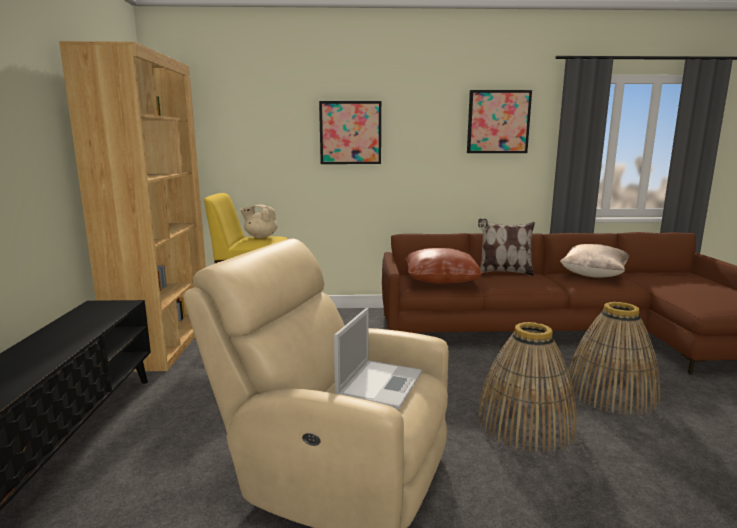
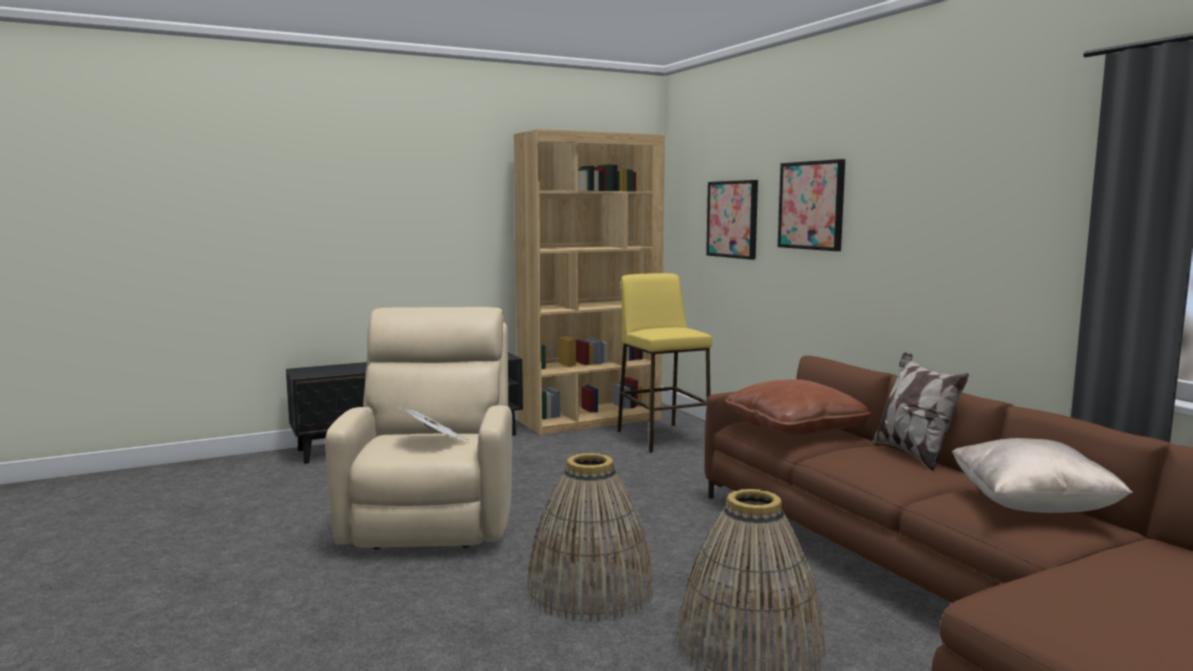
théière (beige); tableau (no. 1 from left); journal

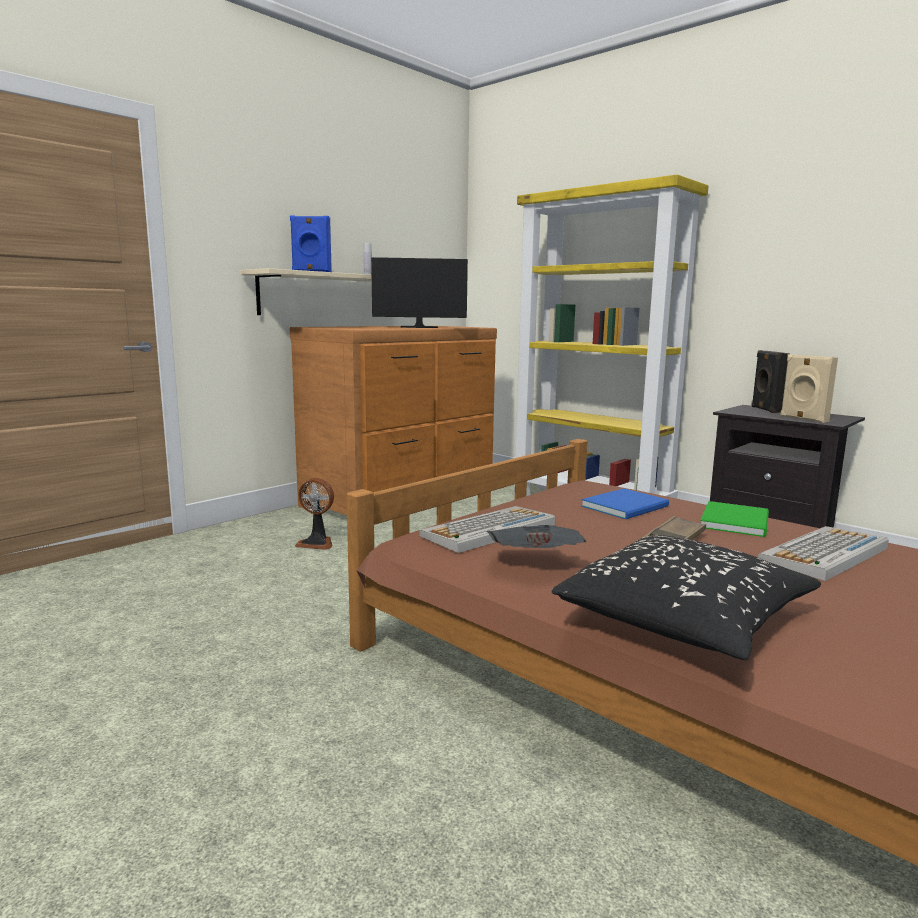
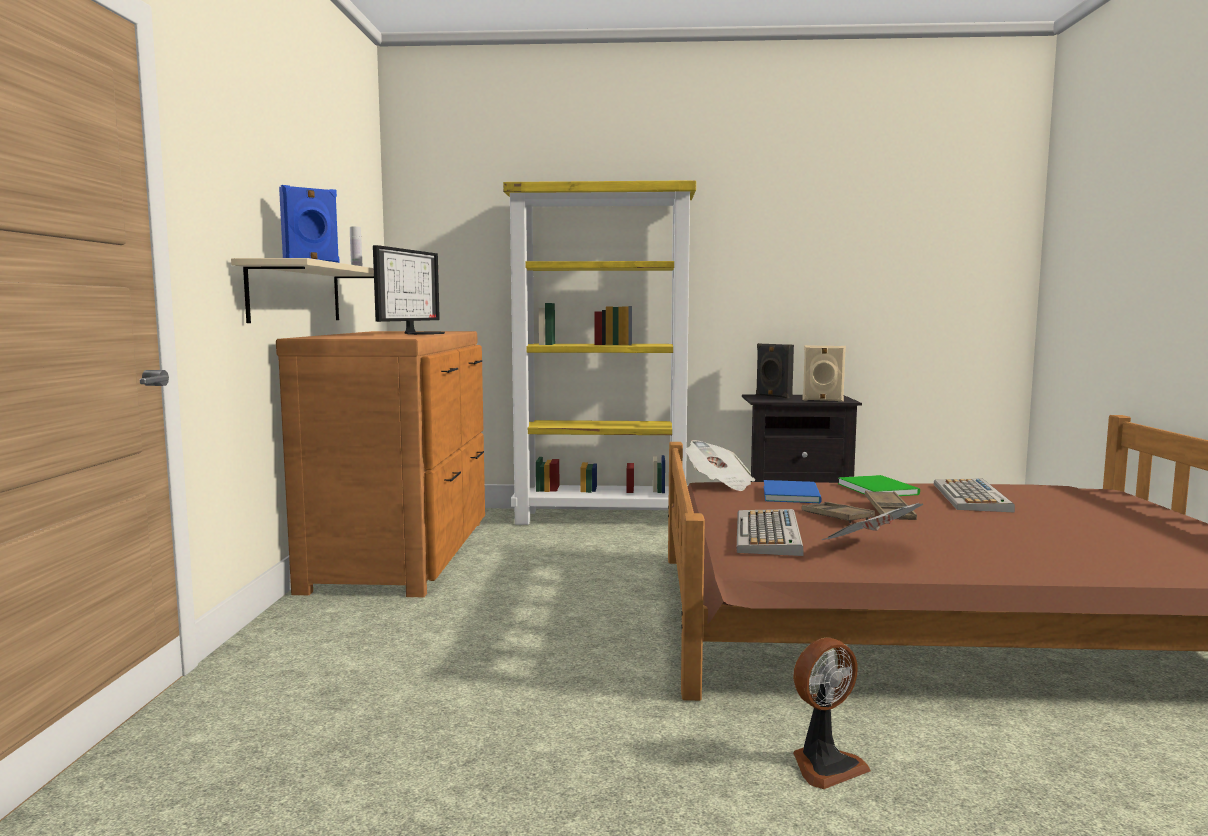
coussin (noir); journal (no. 1 from left); plateau (marron) (no. 1 from left); ventilateur; écran d'ordinateur

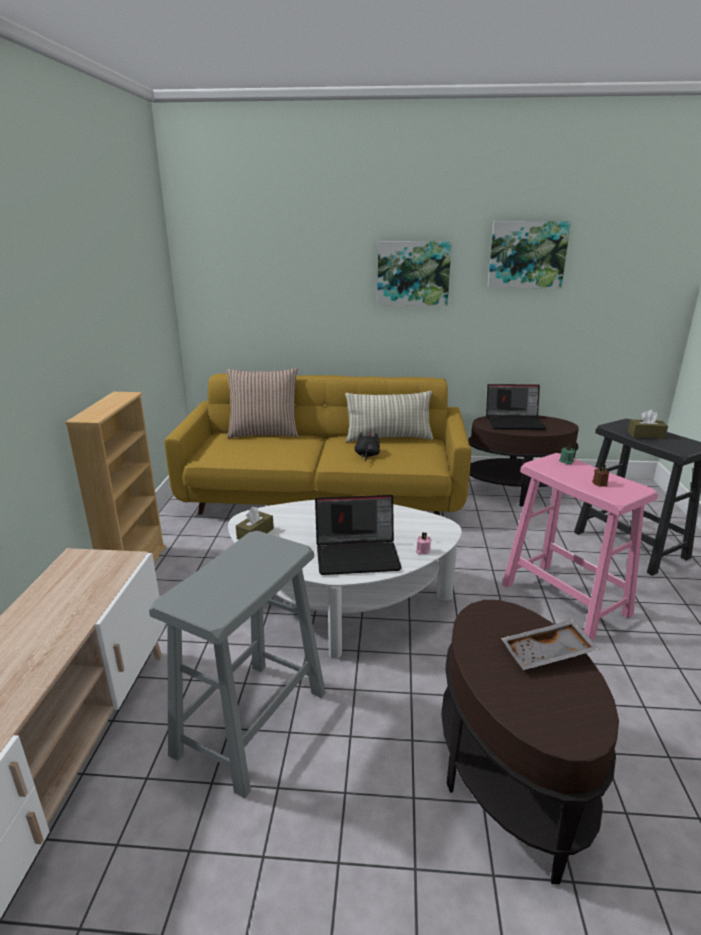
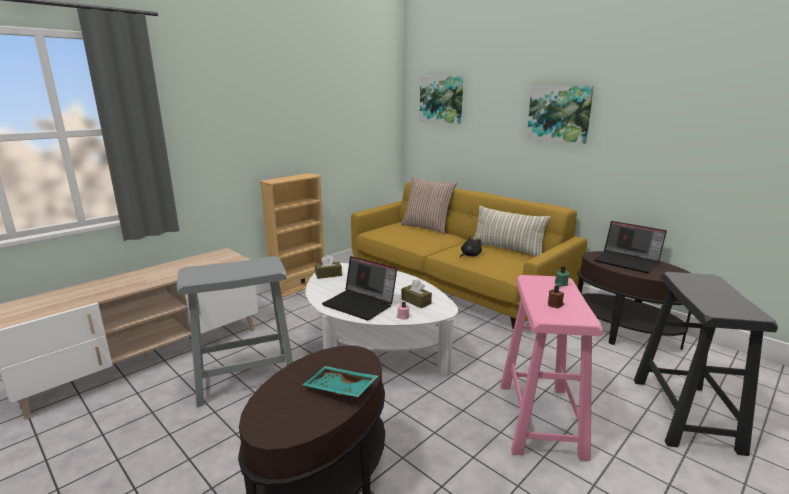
tableau (no. 1 from left); boîte à mouchoirs (marron) (no. 2 from left); plateau (turquoise)

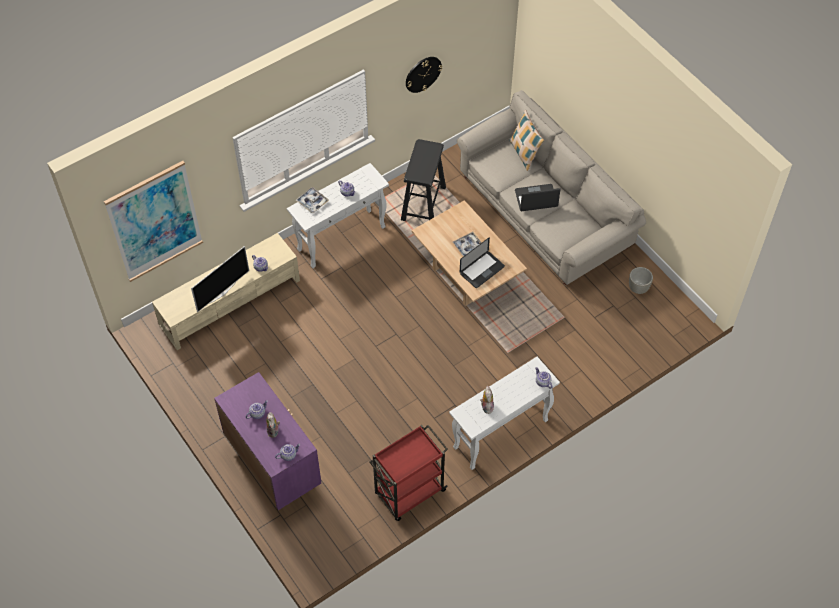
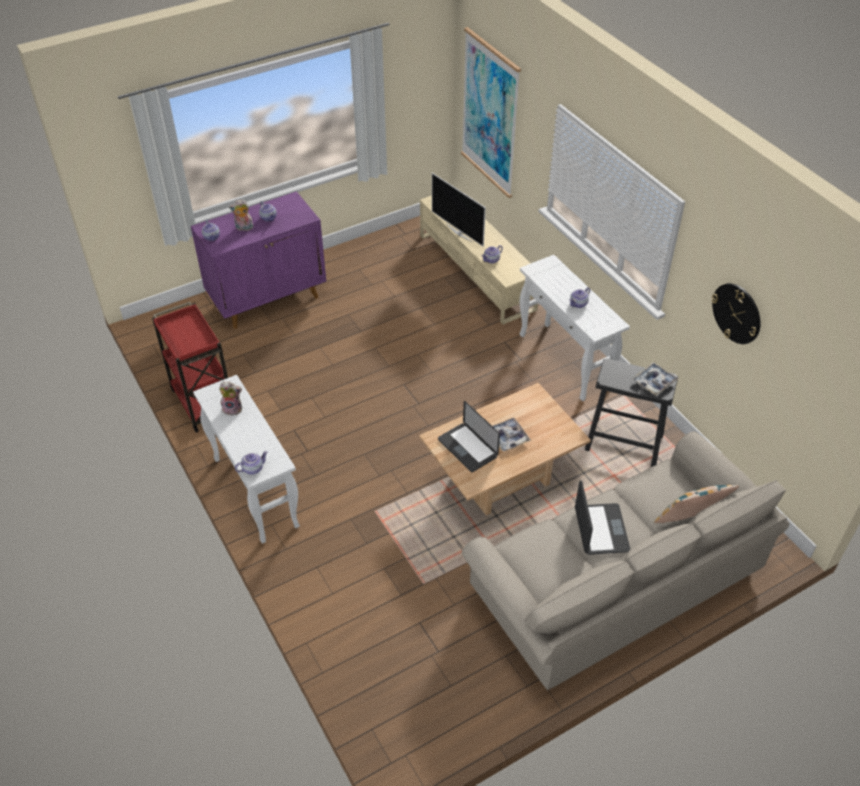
cache-pot (gris); plateau (no. 2 from left)

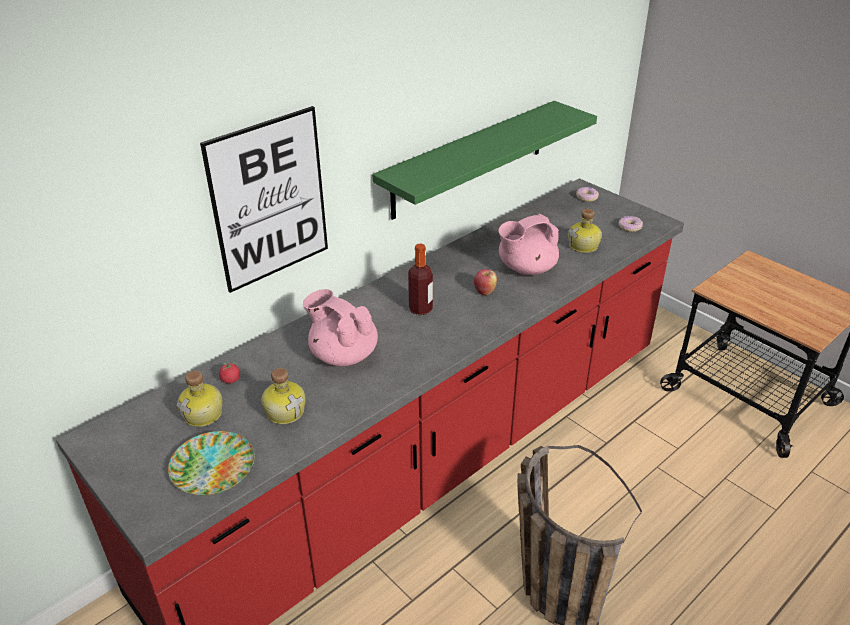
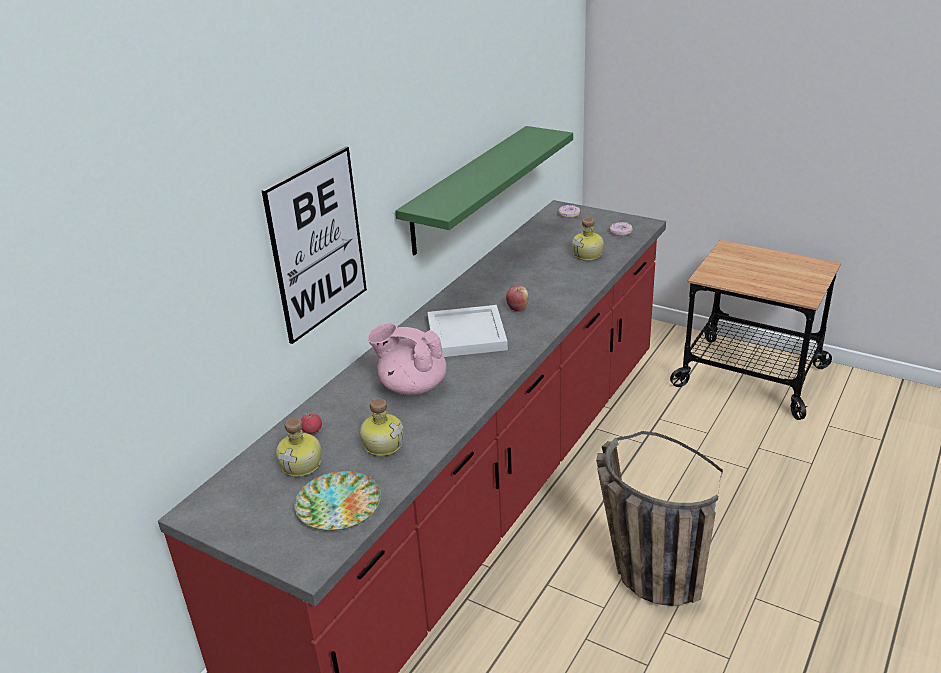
théière (rose) (no. 2 from left in the first image); plateau (blanc)

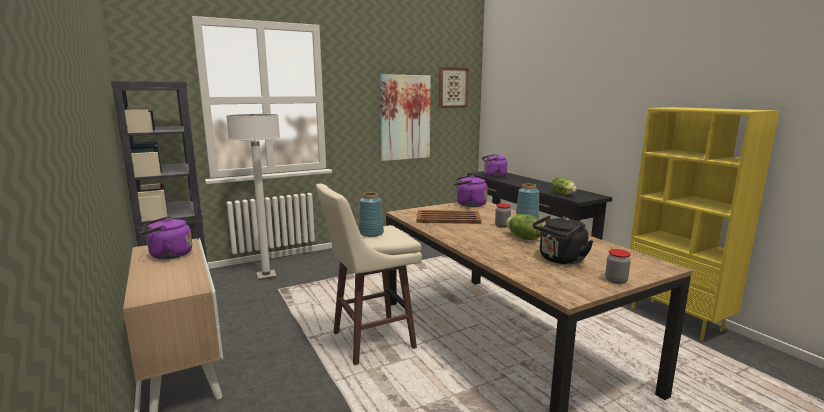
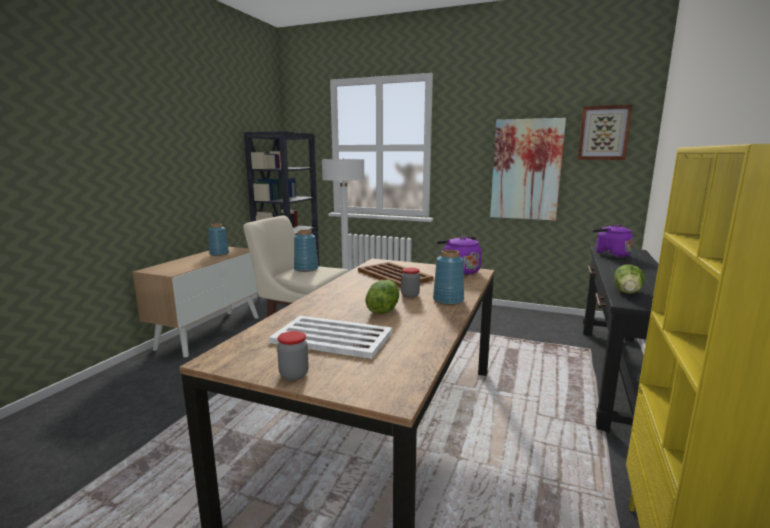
vase (bleu) (no. 1 from left); plateau (blanc)

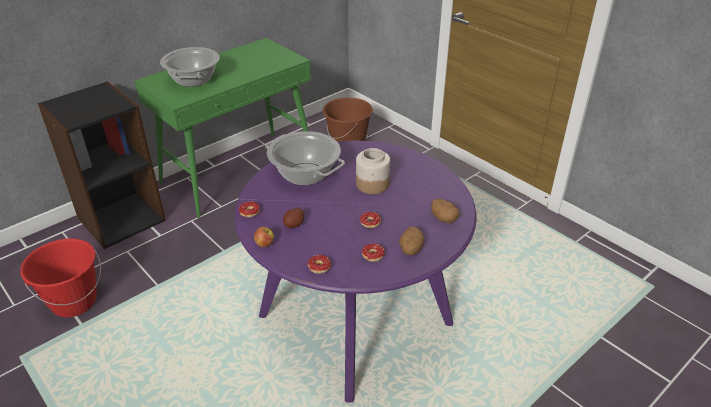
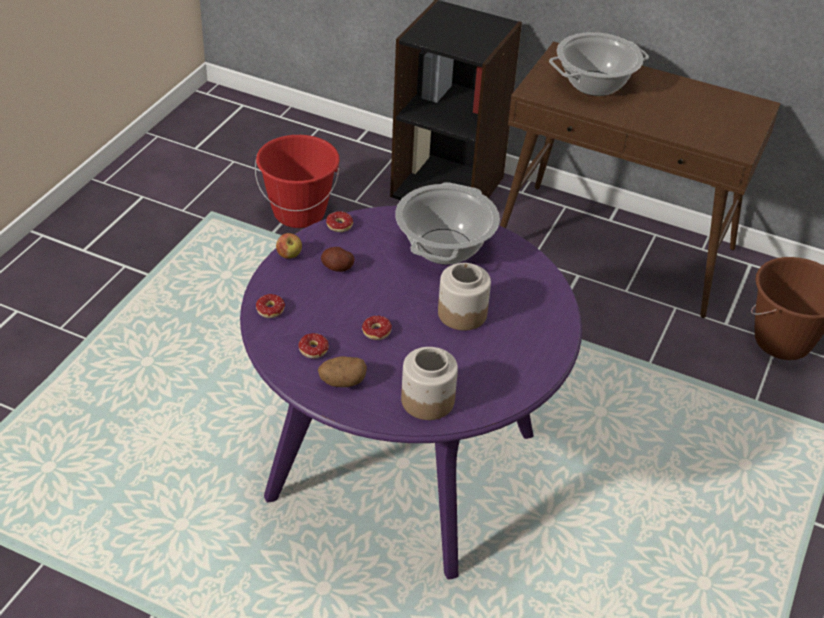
bocal (no. 1 from left); table console (marron)

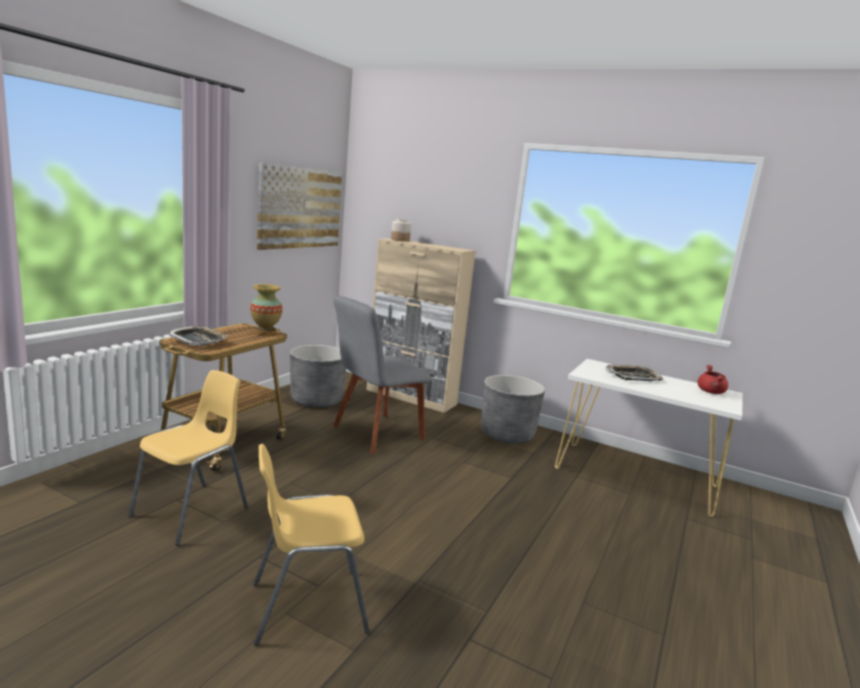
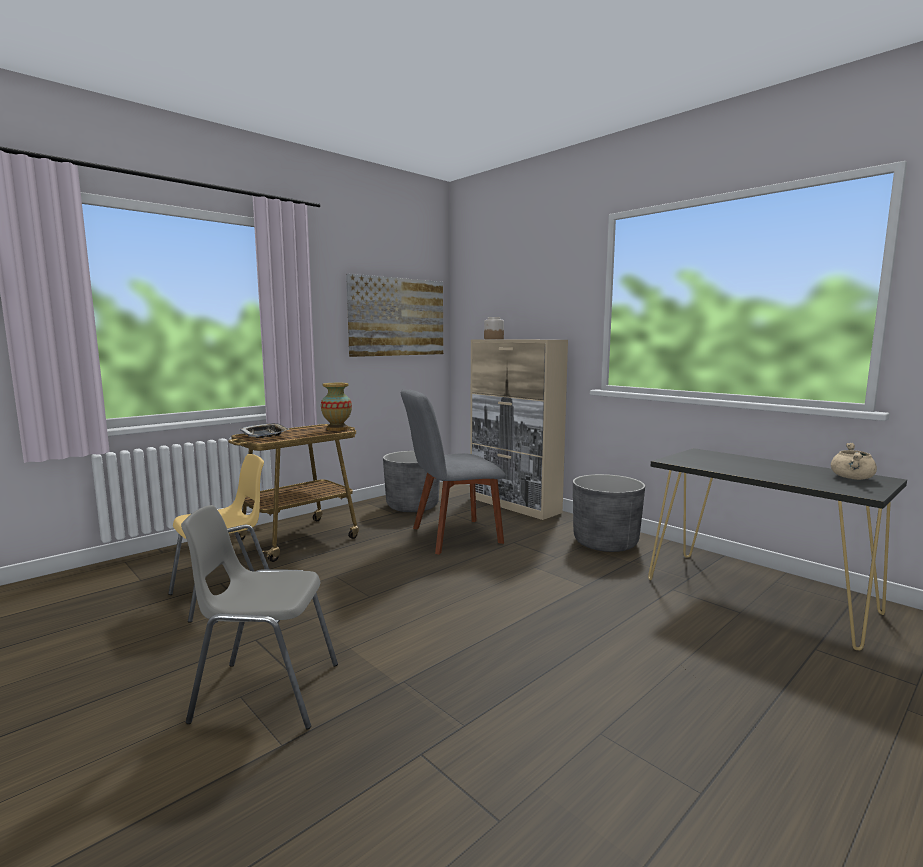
plateau (no. 2 from left in the first image); chaise (gris) (no. 1 from left); table console (noir); marmite (beige)

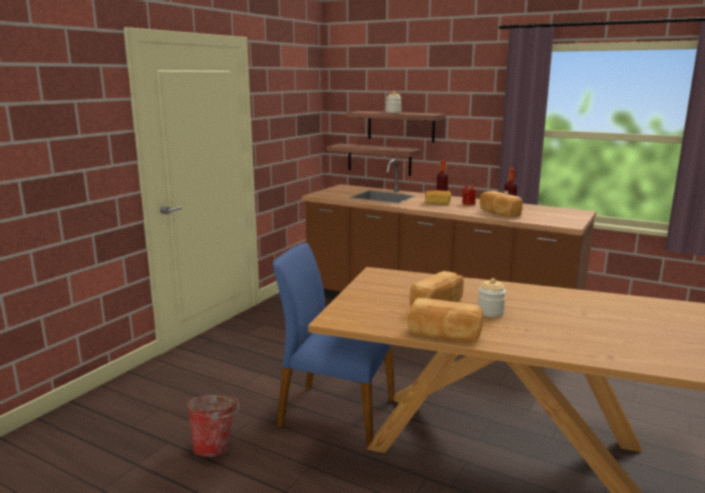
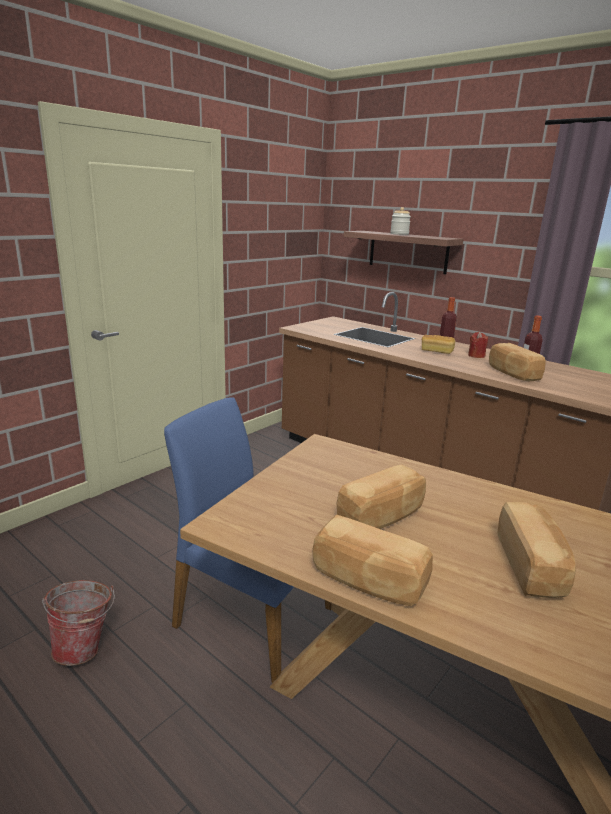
étagère (no. 1 from left in the first image); bocal (no. 2 from left in the first image); pain (no. 5 from left)

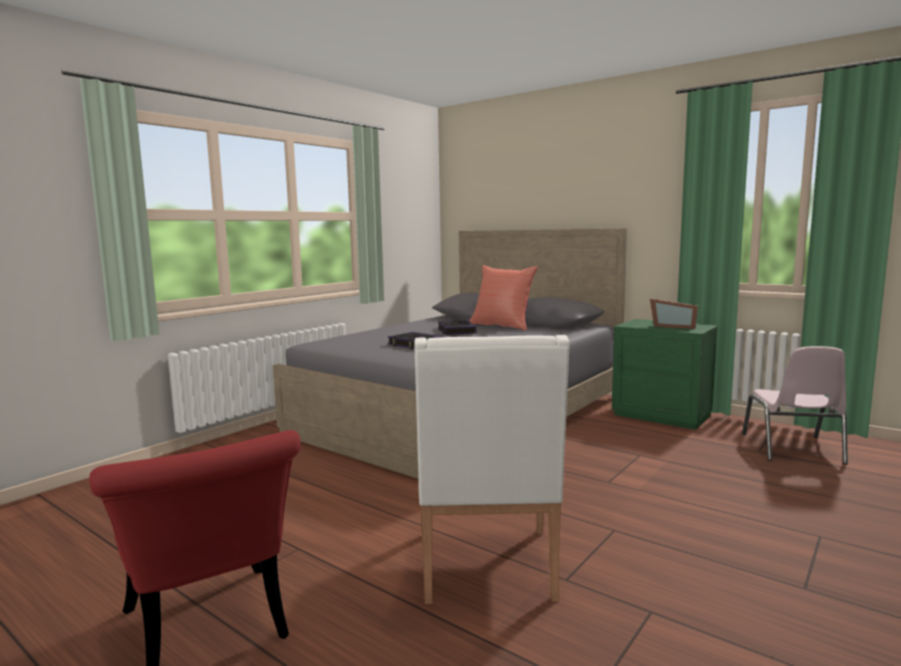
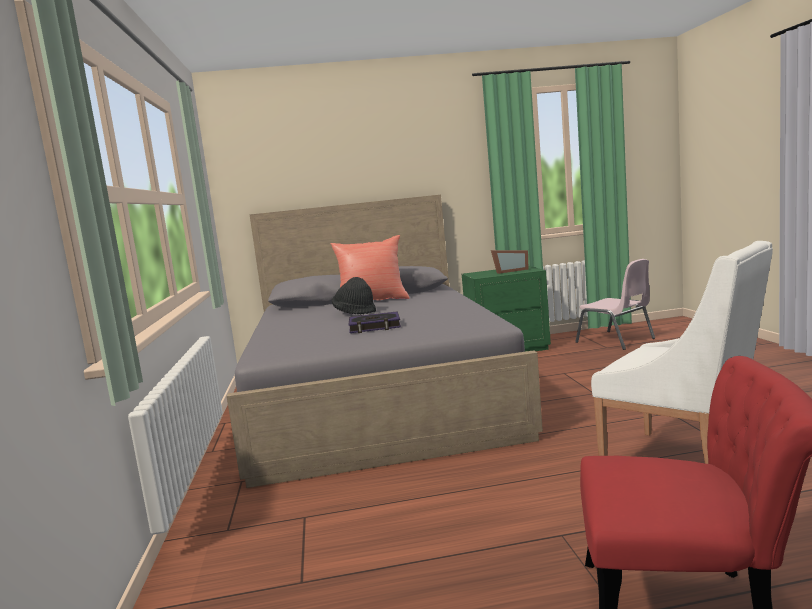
chapeau (noir)

